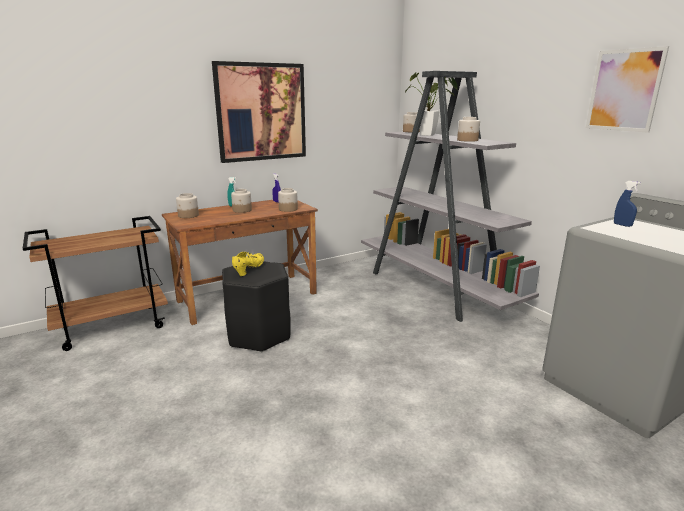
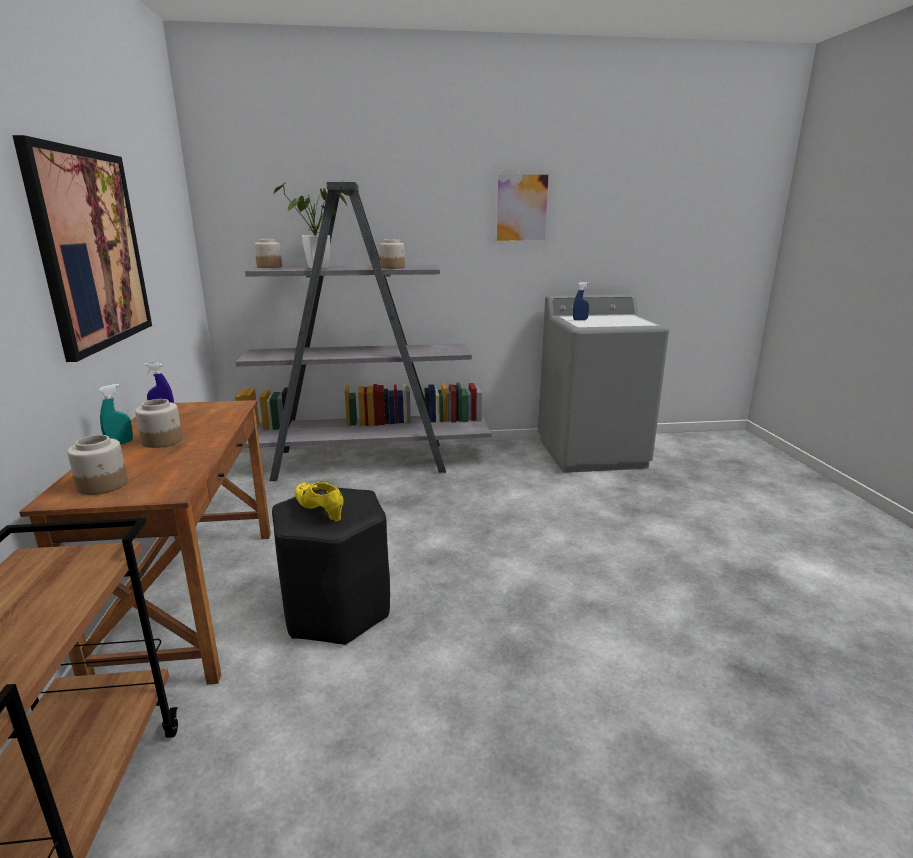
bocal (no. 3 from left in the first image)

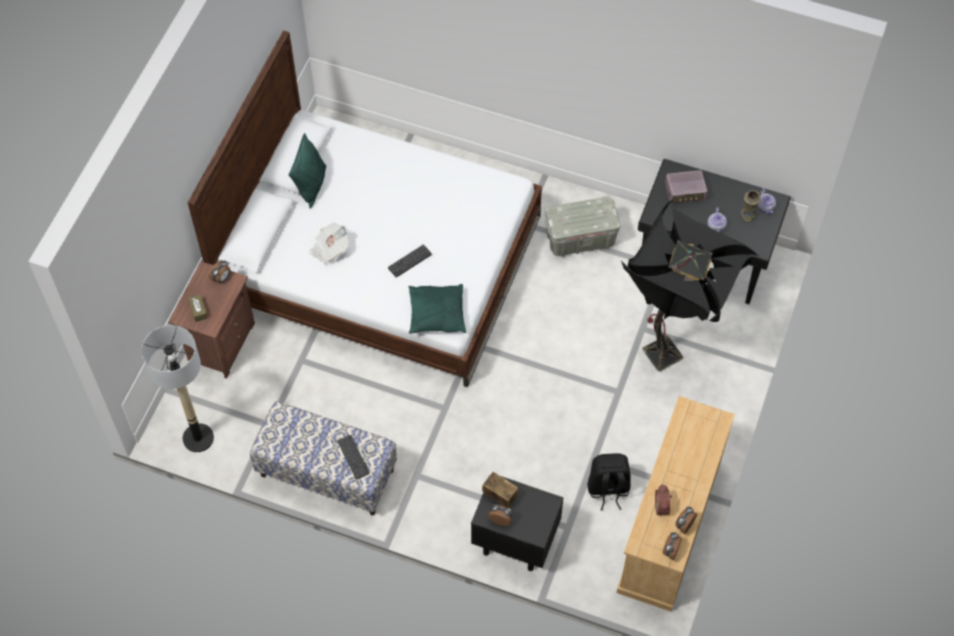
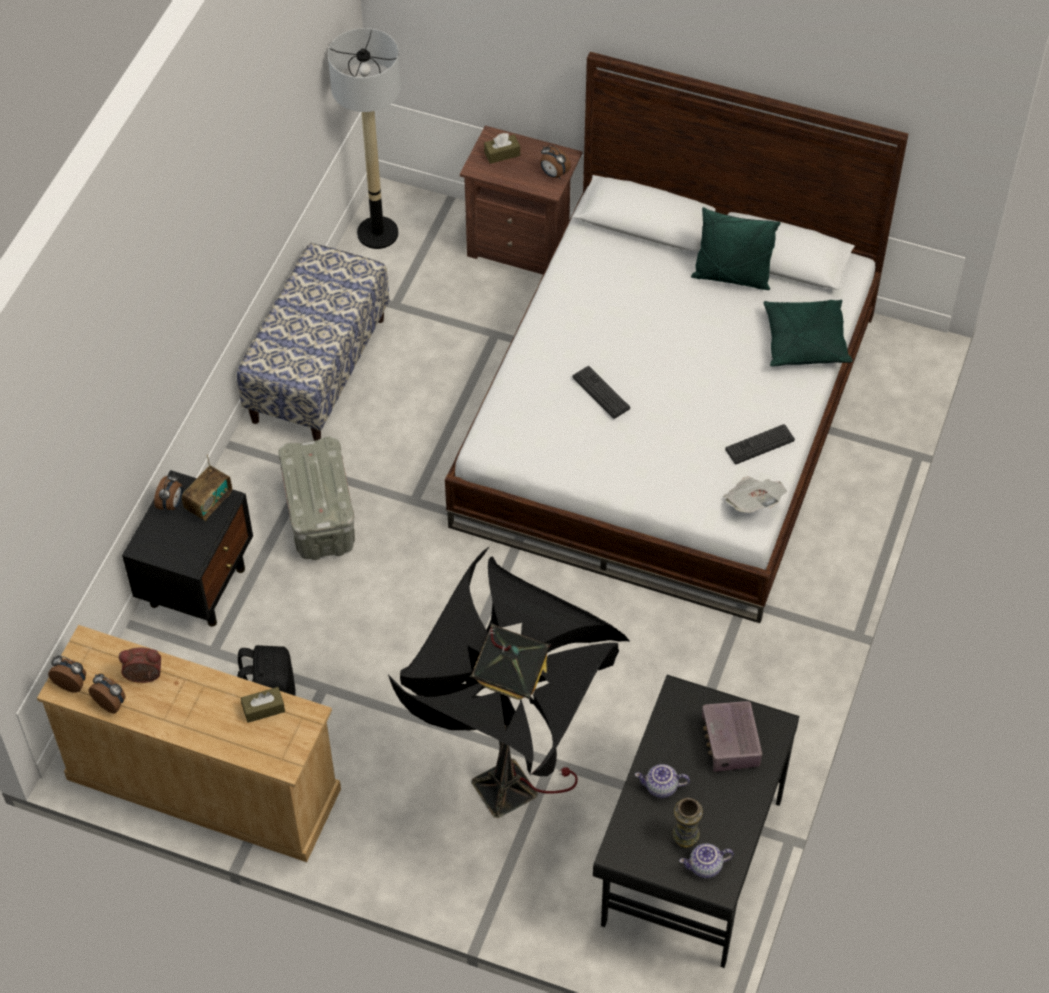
boîte à mouchoirs (marron) (no. 1 from left); journal; clavier (no. 2 from left); coussin (vert) (no. 2 from left); boîte de rangement (gris)

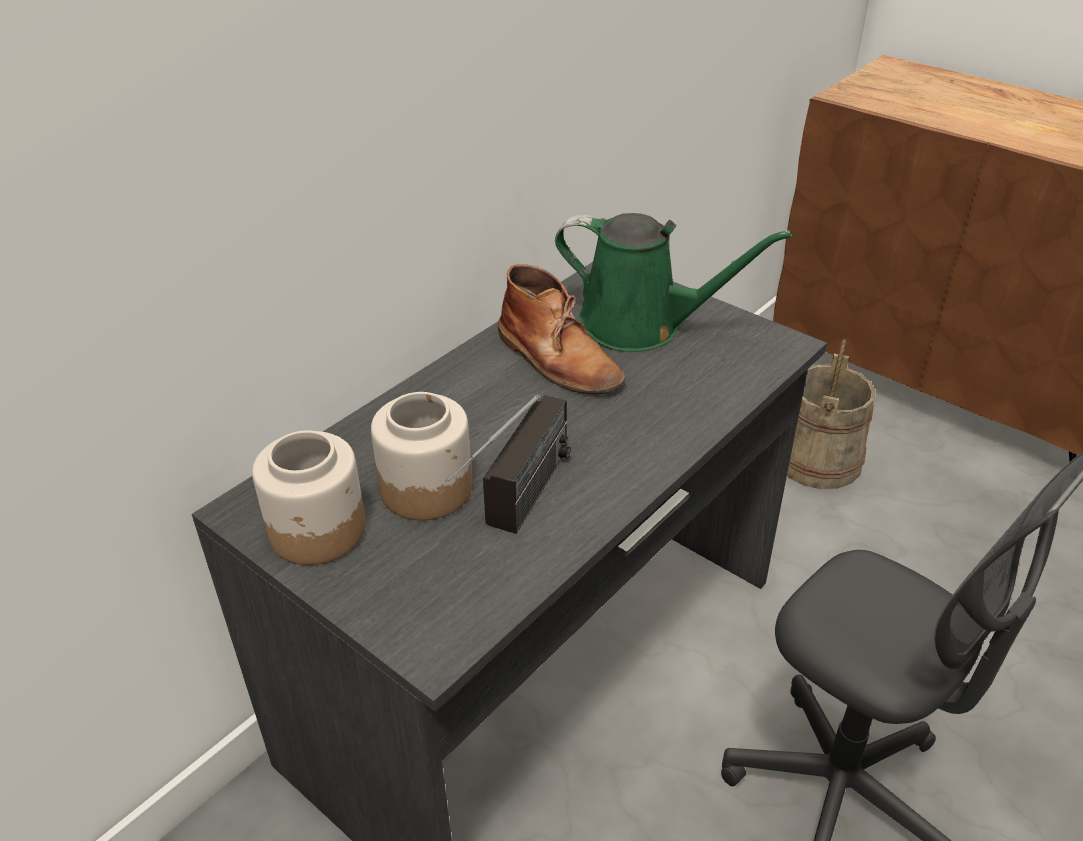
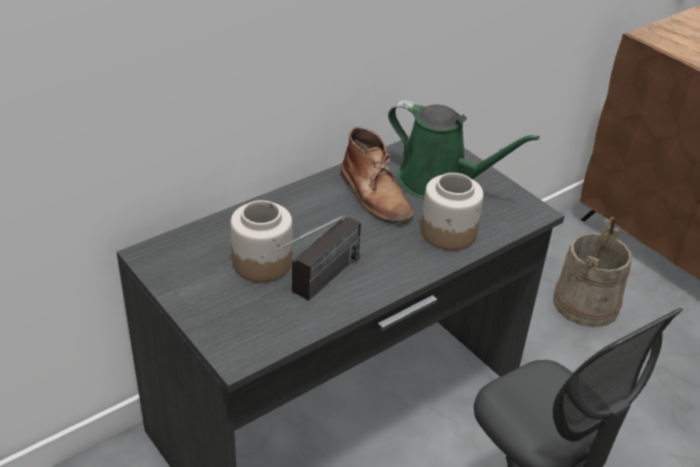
bocal (no. 2 from left)

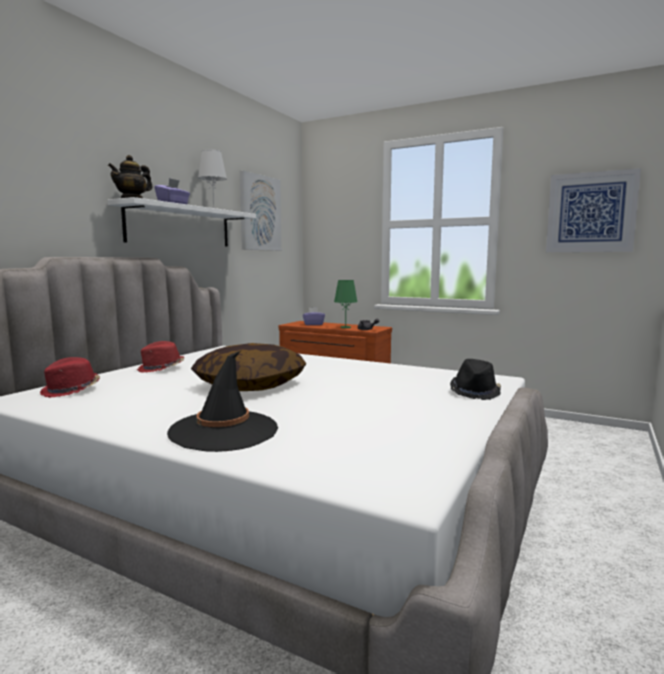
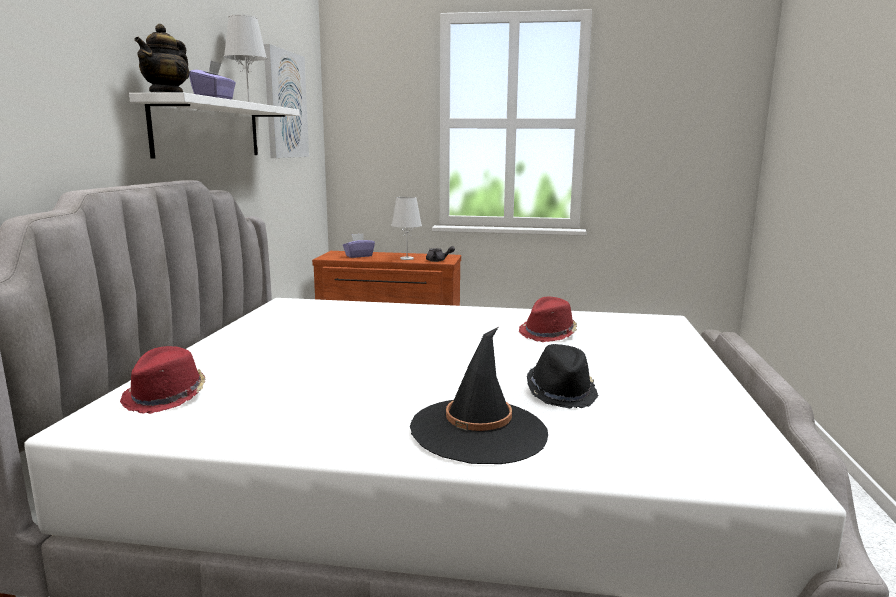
coussin; tableau (no. 2 from left in the first image); chapeau (rouge) (no. 2 from left); chapeau (noir) (no. 2 from left); lampe de table (blanc) (no. 2 from left)

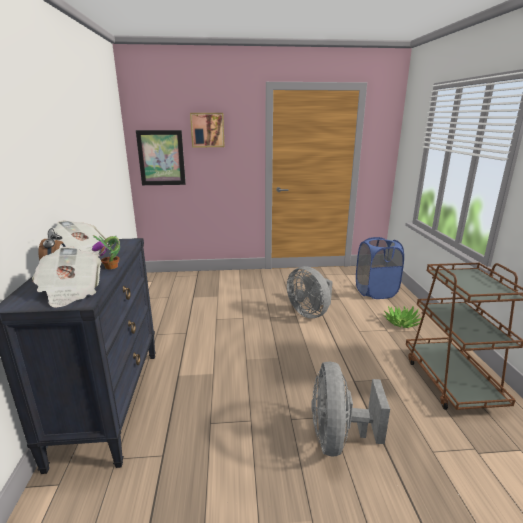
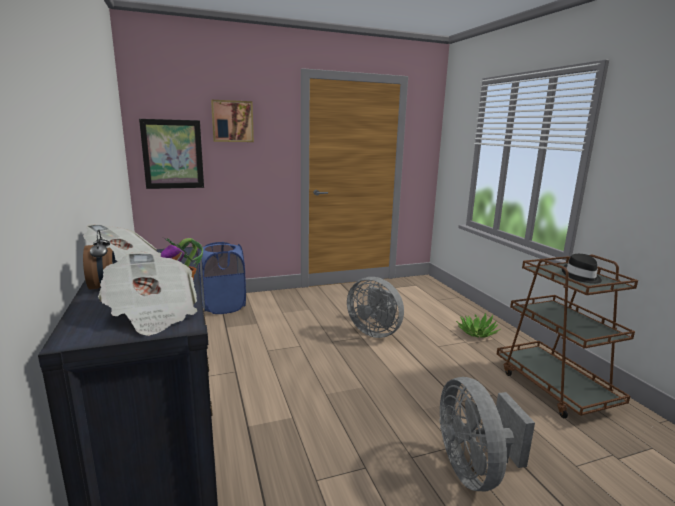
chapeau (noir); panier à linge (bleu)

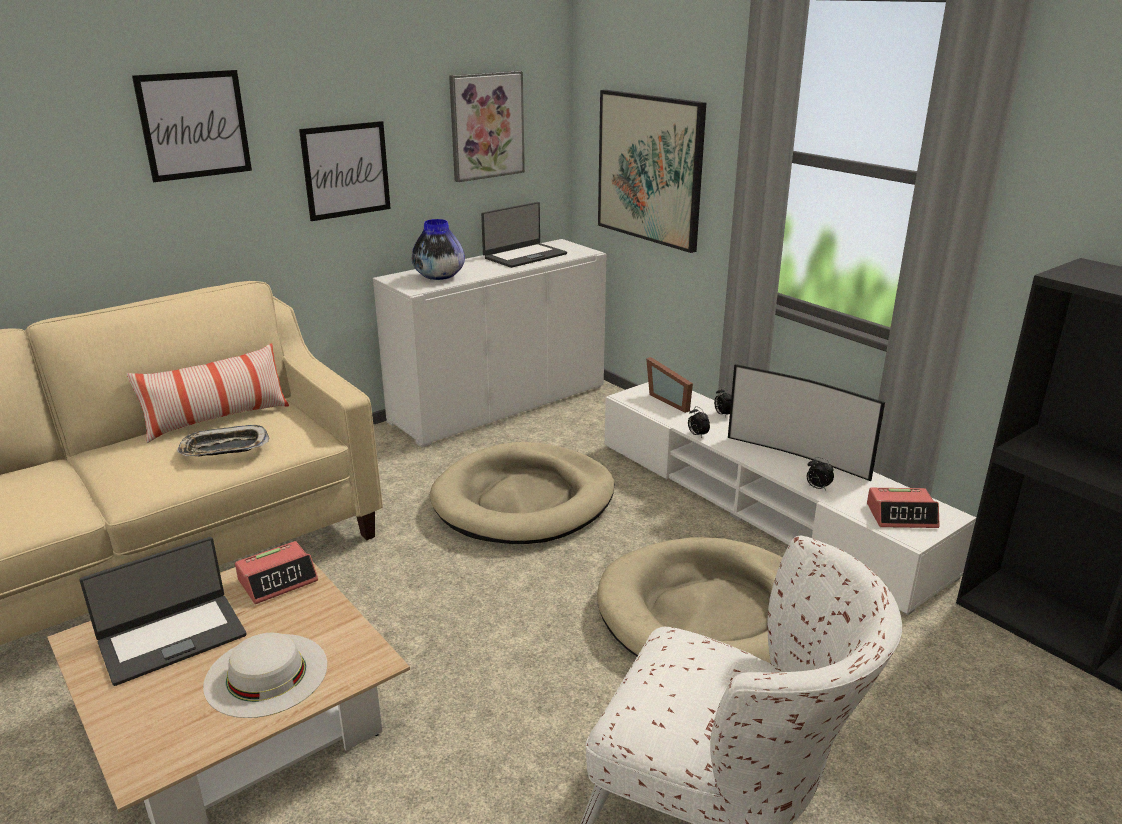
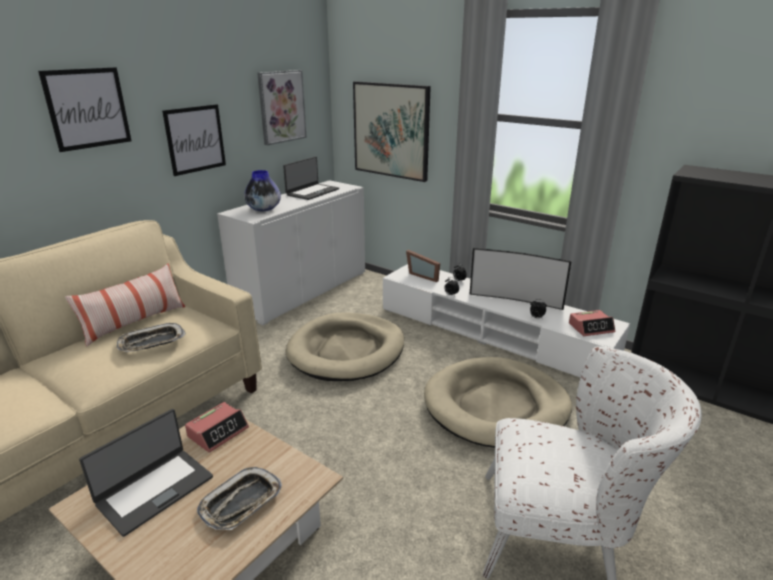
plateau (no. 2 from left)

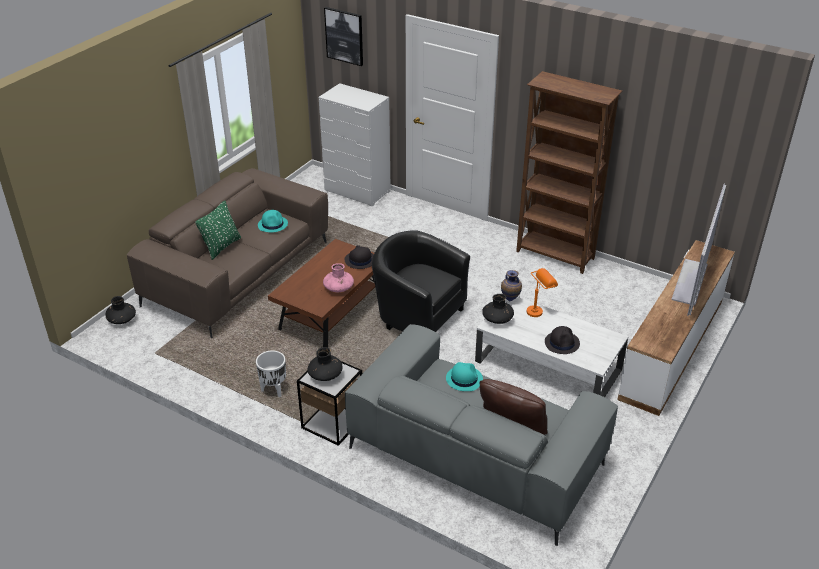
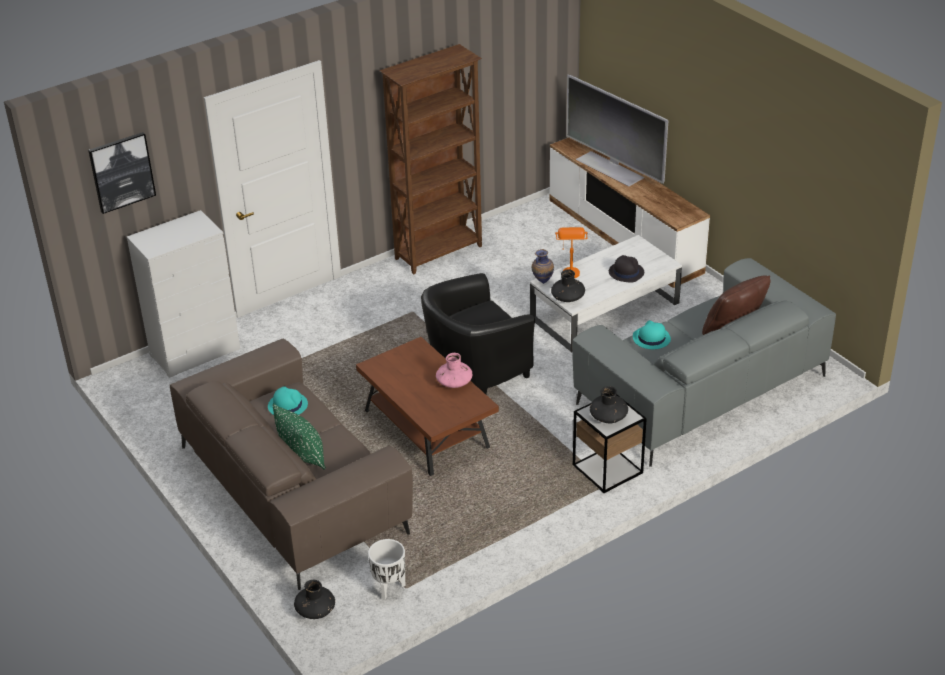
chapeau (noir) (no. 1 from left in the first image); cache-pot (blanc)

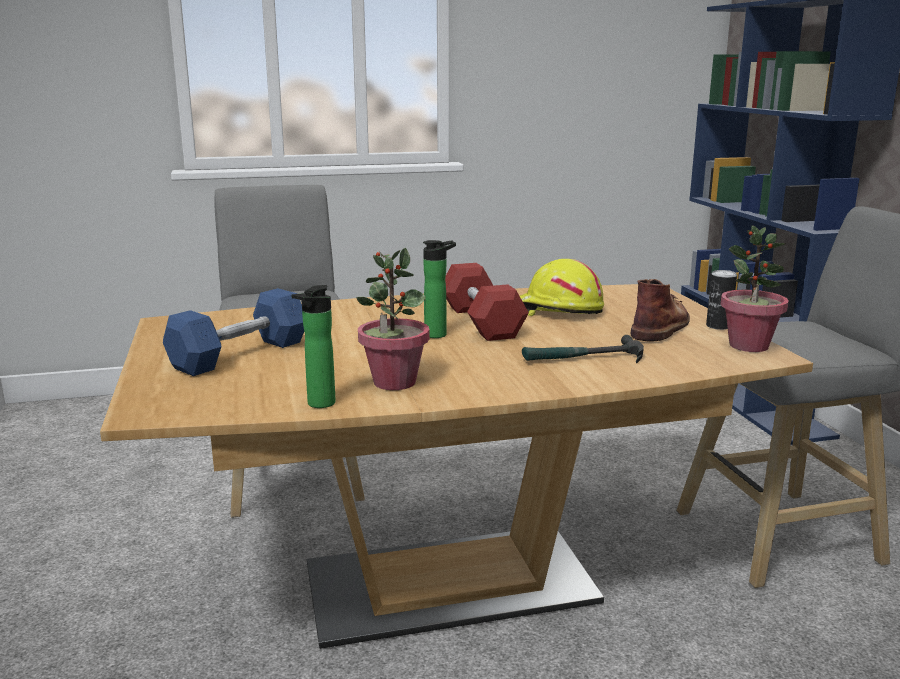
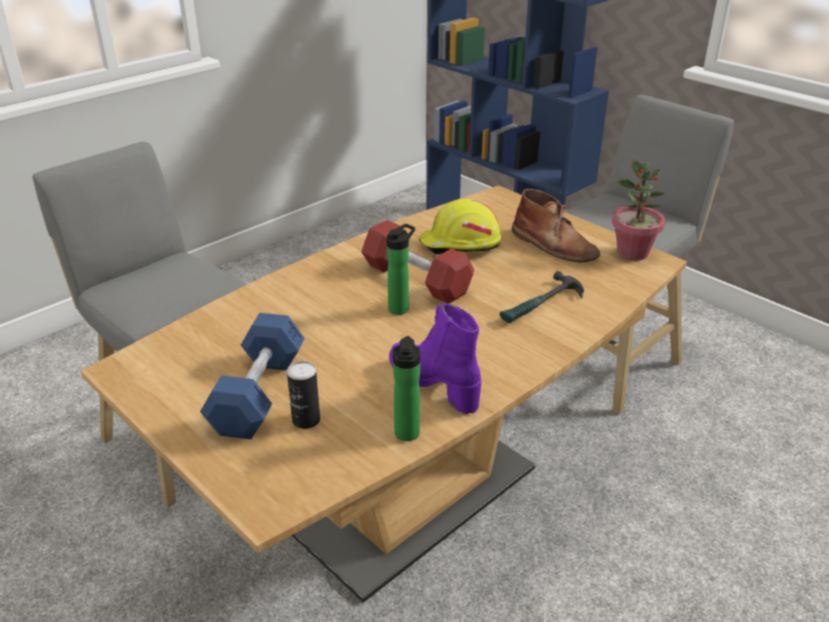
boîte métallique; botte (violet); botte (marron)

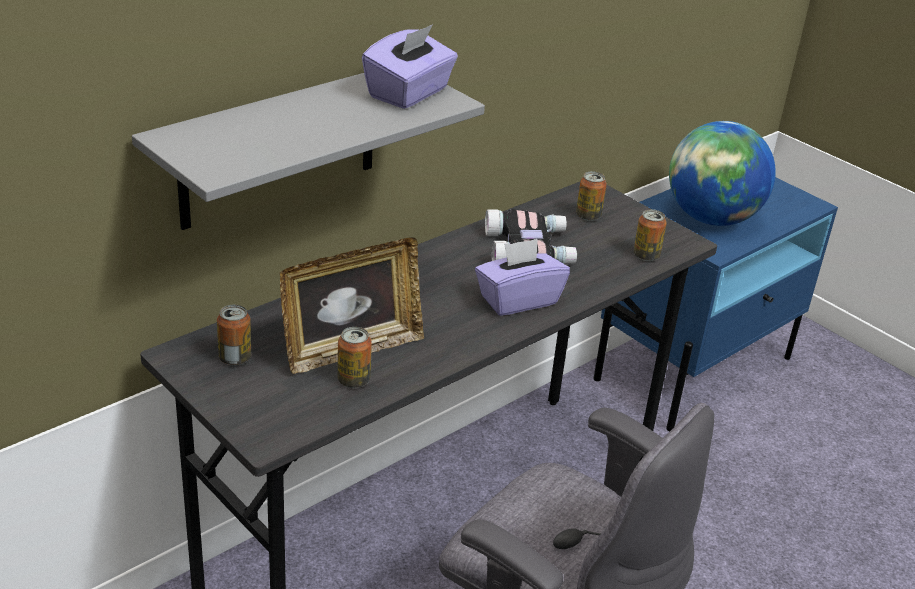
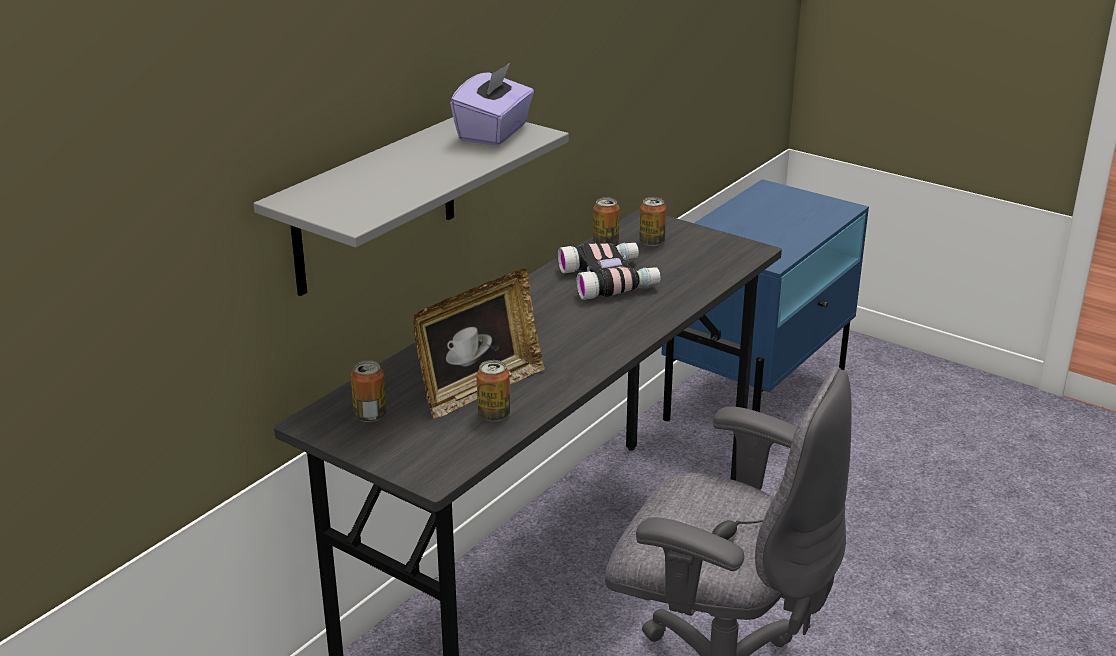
boîte à mouchoirs (violet) (no. 2 from left in the first image); globe; boîte métallique (no. 3 from left)

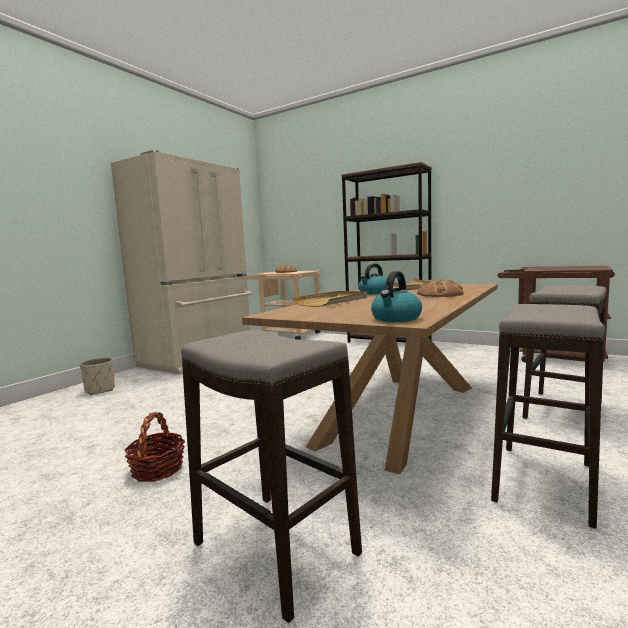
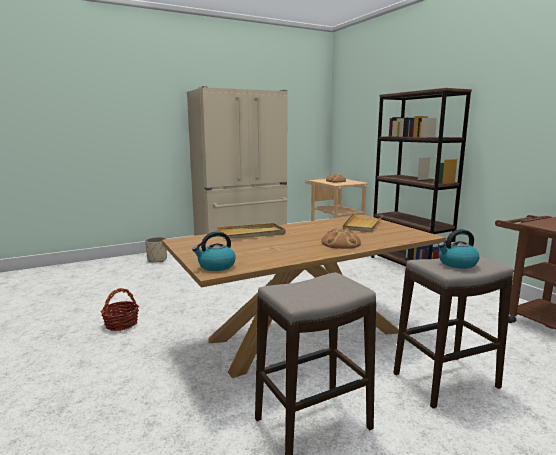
tabouret (no. 1 from left in the first image); bouilloire (no. 2 from left)

